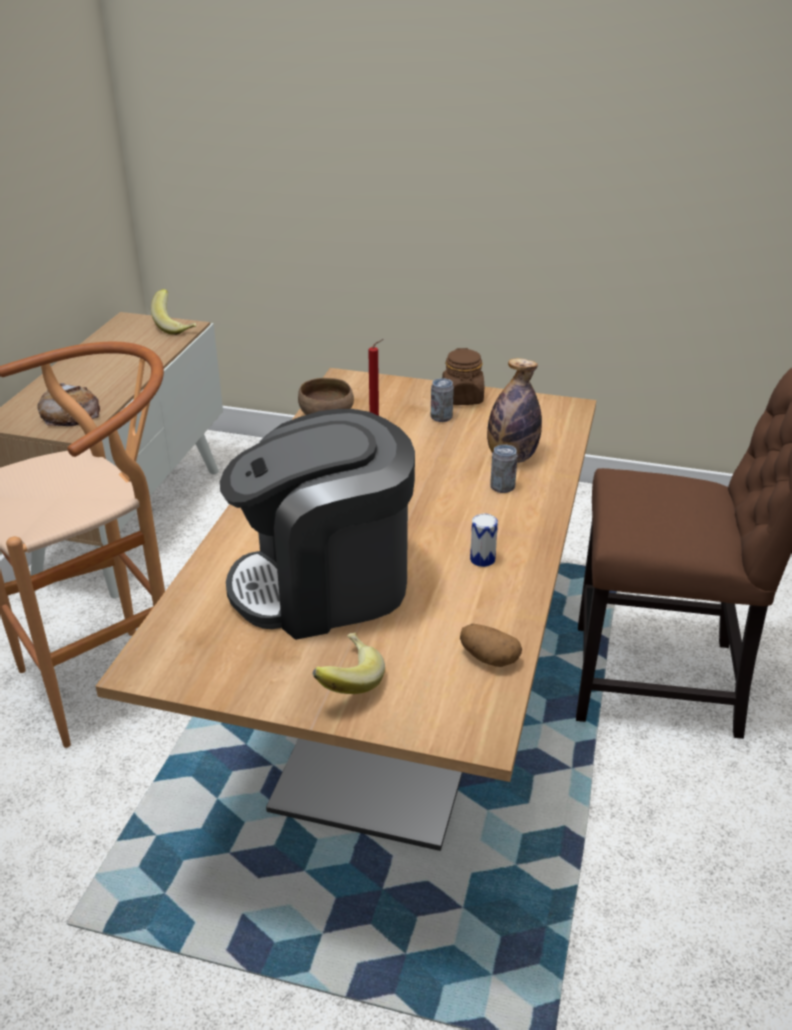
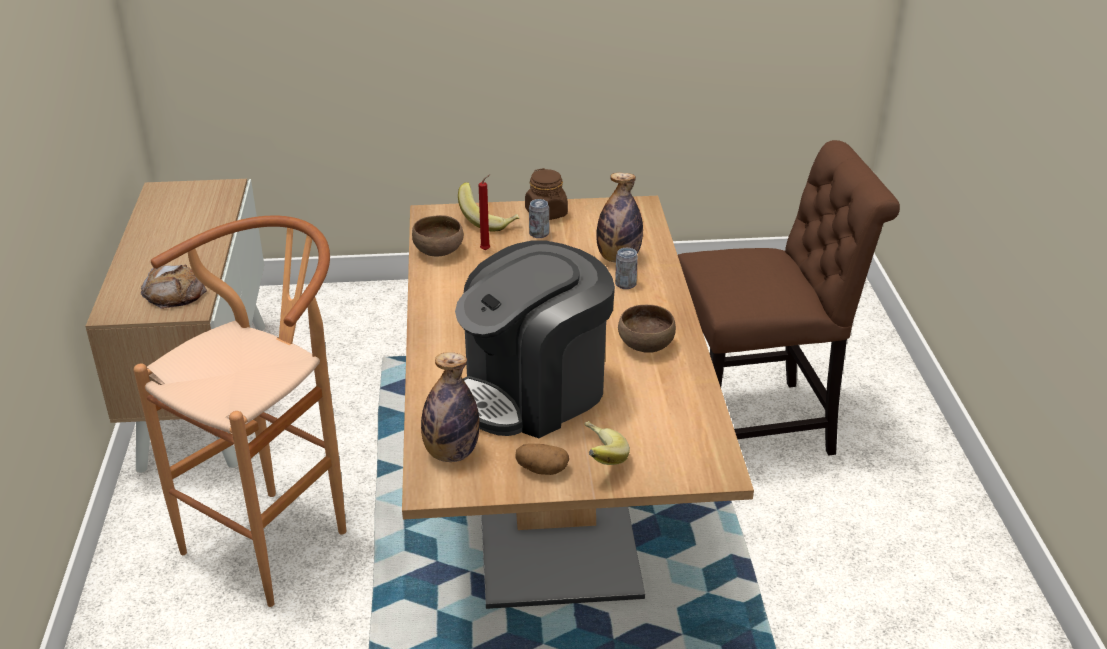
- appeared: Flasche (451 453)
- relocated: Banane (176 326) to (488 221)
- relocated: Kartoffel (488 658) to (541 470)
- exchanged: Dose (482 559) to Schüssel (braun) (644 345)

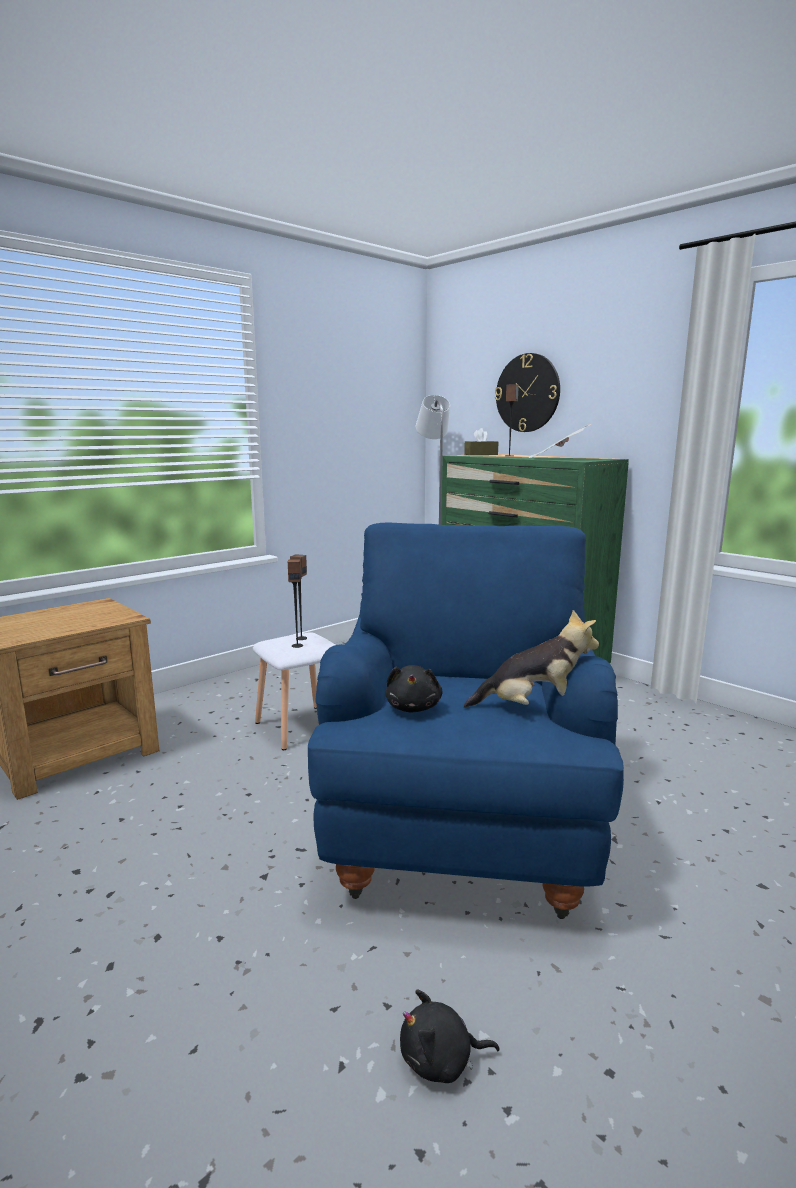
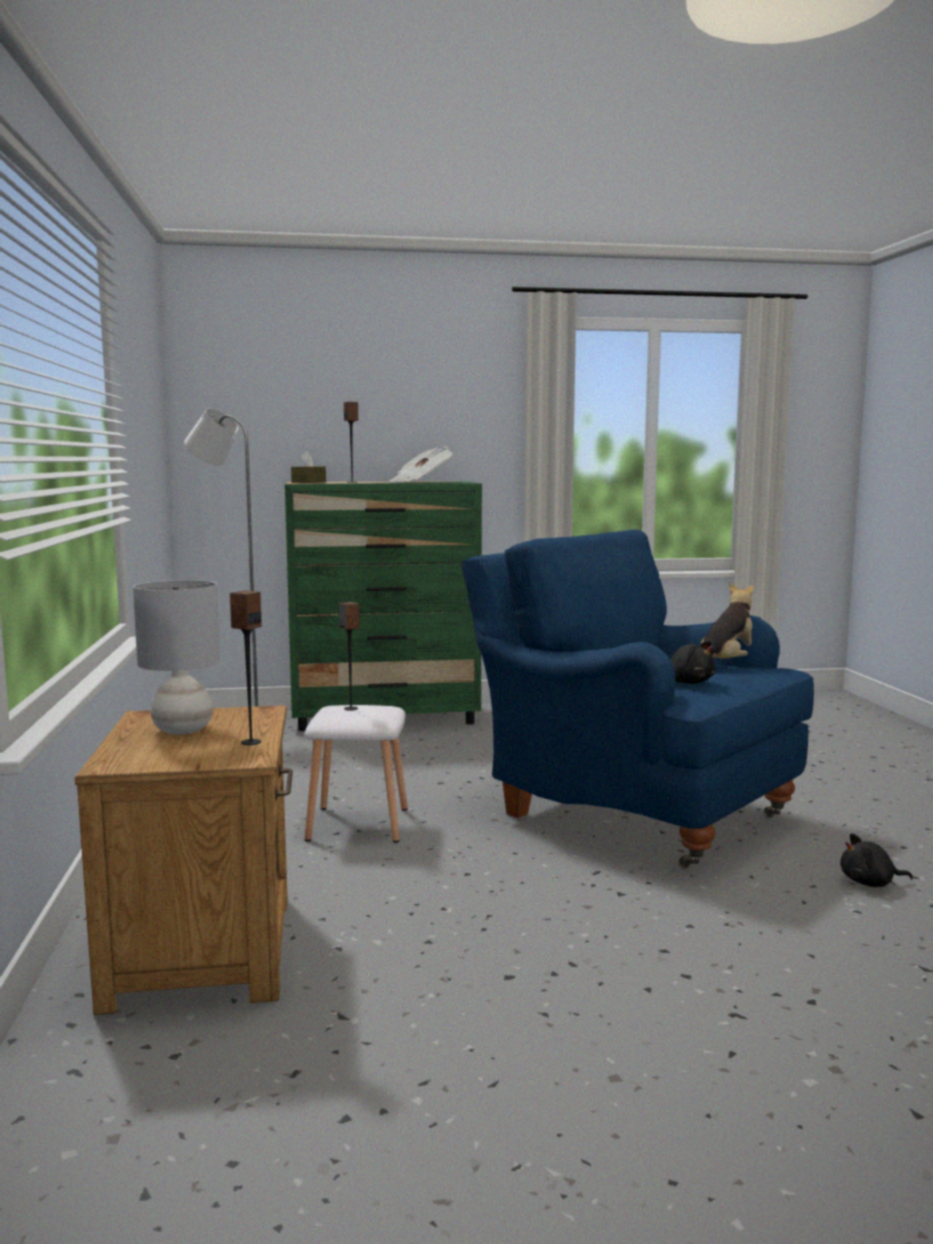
- missing: Wanduhr (527 393)
- appeared: Tischlampe (grau) (182 730)
- relocated: Lautsprecher (297 645) to (250 742)
- spun: Plüschtier (schwarz) (441 1060) = (870 883) 60 degrees clockwise

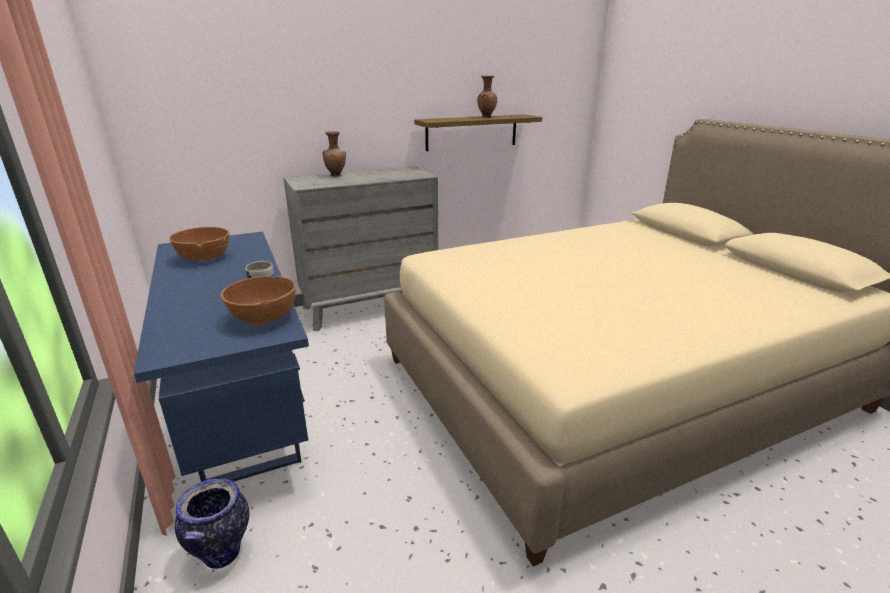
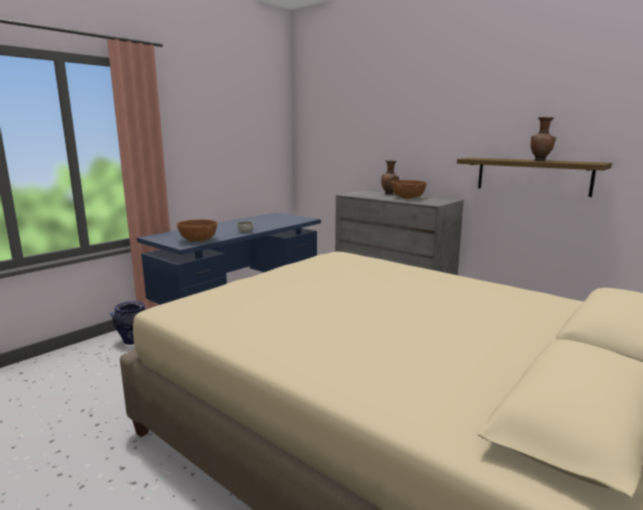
- relocated: Schüssel (braun) (204 258) to (408 198)

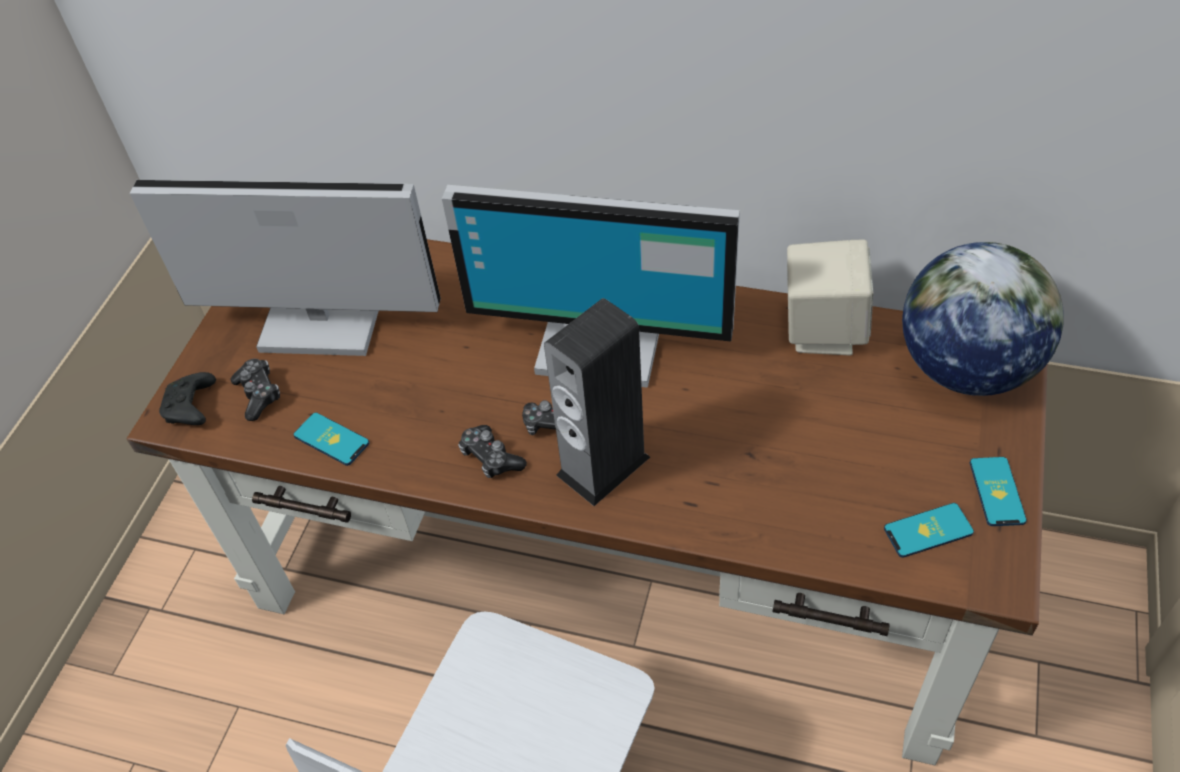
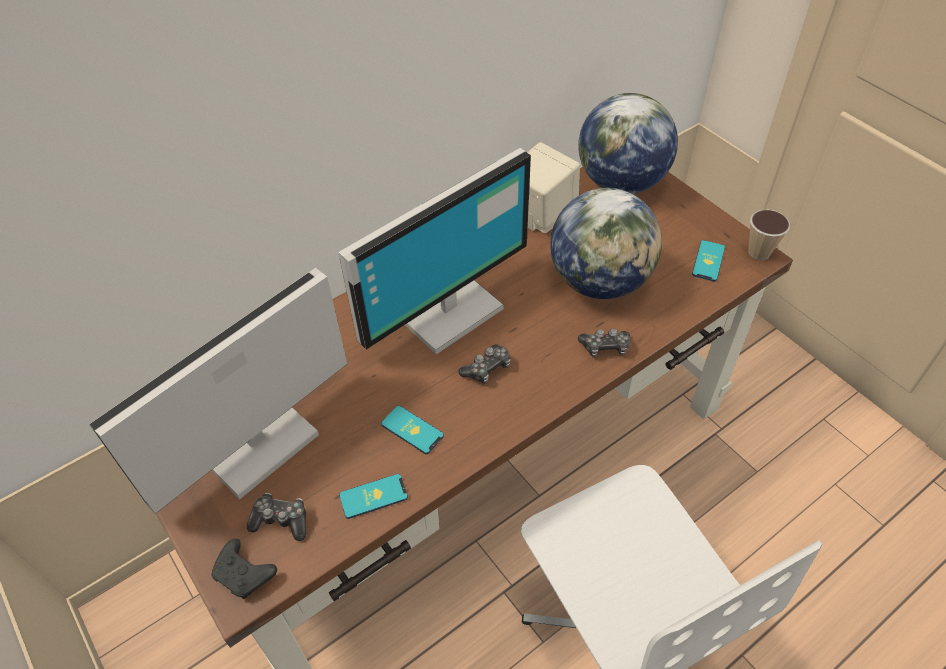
- missing: Lautsprecher (603 466)
- appeared: Globus (600 281)
- appeared: Tasse (759 252)
- relocated: Gamepad (491 458) to (605 347)
- relocated: Handy (997 491) to (412 430)

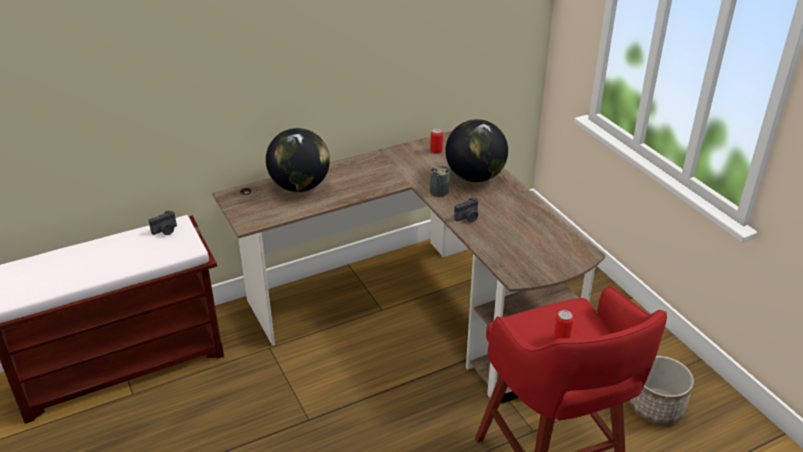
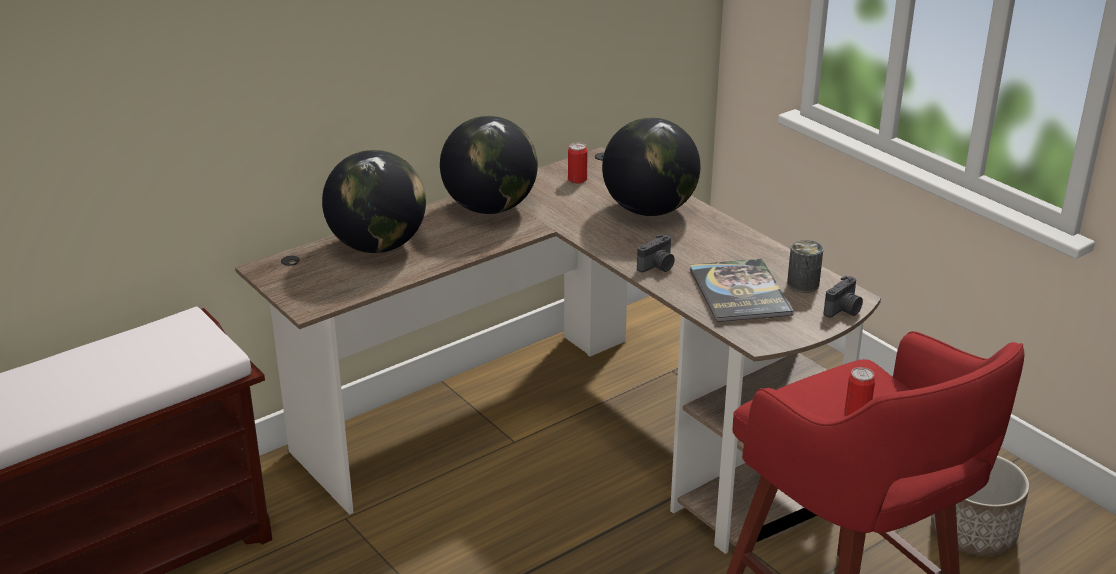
- appeared: Globus (490 208)
- appeared: Buch (739 292)
- relocated: Kamera (165 231) to (844 310)
- relocated: Dose (439 191) to (803 284)

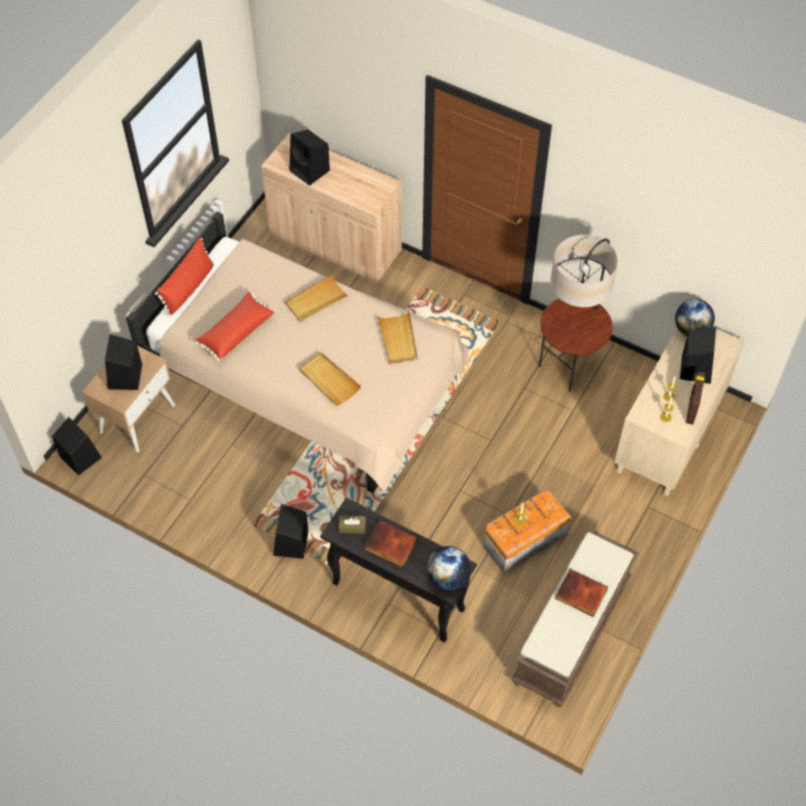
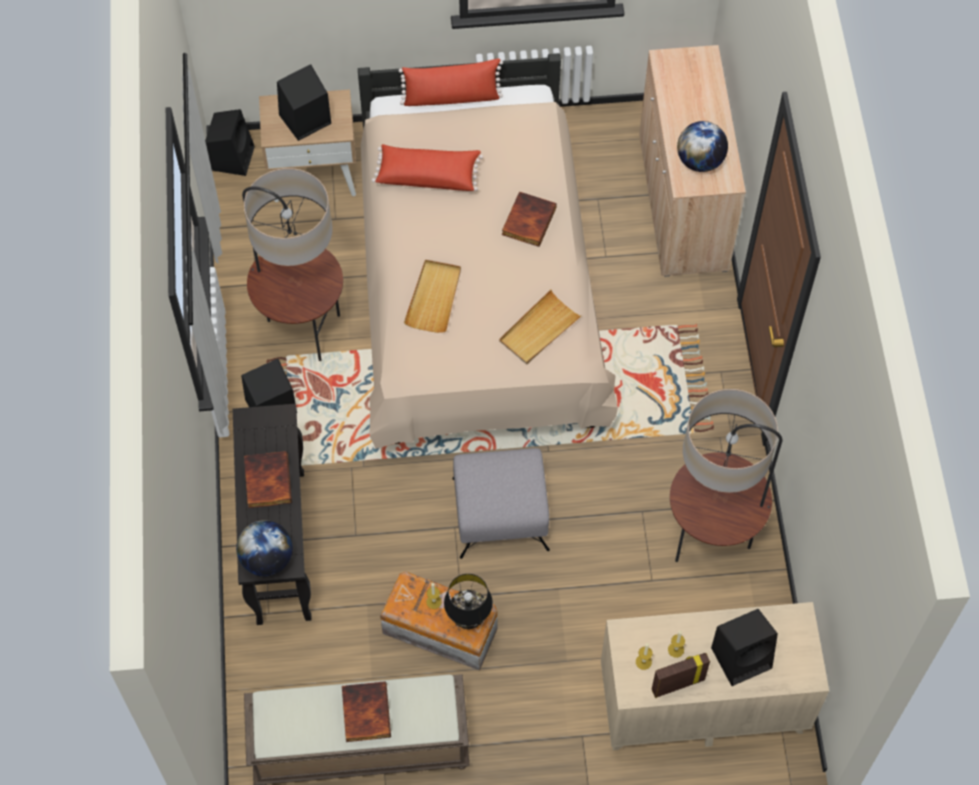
- missing: Lautsprecher (schwarz) (310 171)
- missing: Taschentuchbox (braun) (352 527)
- appeared: Stehlampe (303 330)
- appeared: Tischlampe (schwarz) (468 619)
- appeared: Polsterhocker (grau) (501 514)
- relocated: Globus (691 330) to (700 161)
- exchanged: Tablett (beige) (316 300) to Buch (528 220)

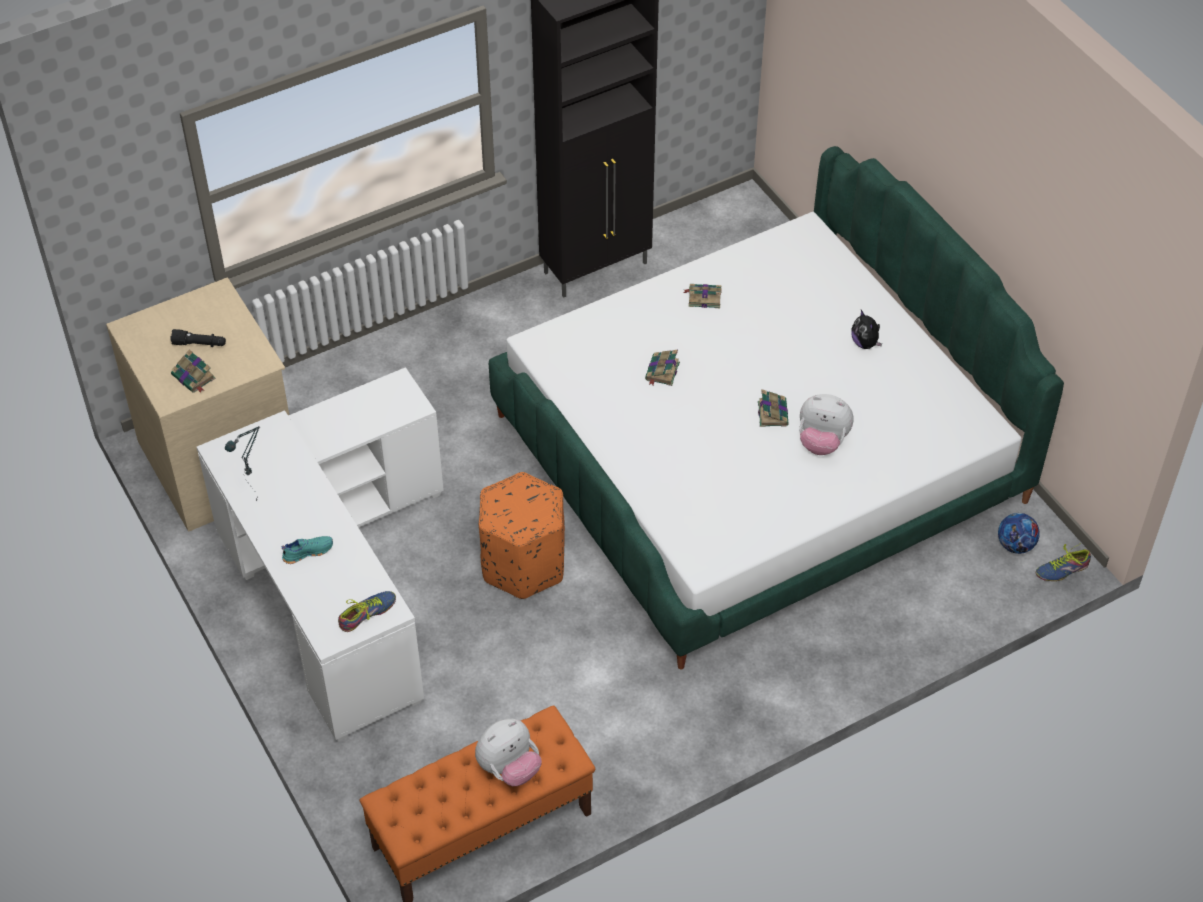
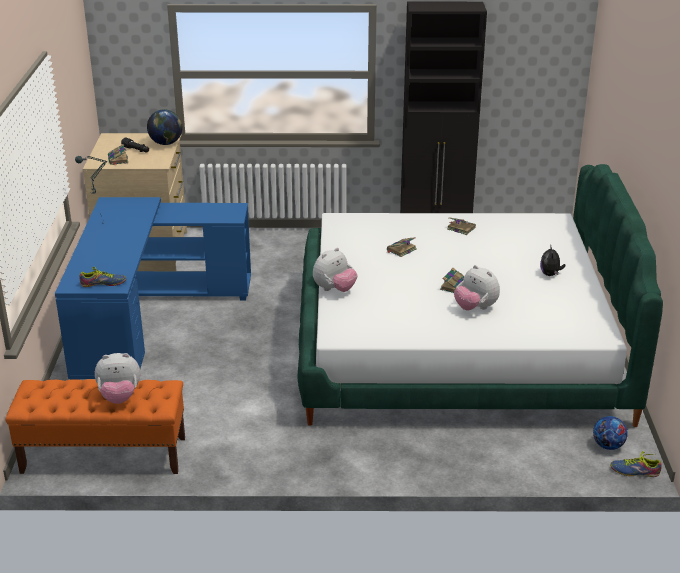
- missing: Schuh (türkis) (307 552)
- missing: Polsterhocker (orange) (524 564)
- appeared: Globus (166 143)
- appeared: Plüschtier (334 289)
- colour: Schreibtisch (weiß) (332 583) to Schreibtisch (blau) (146 316)

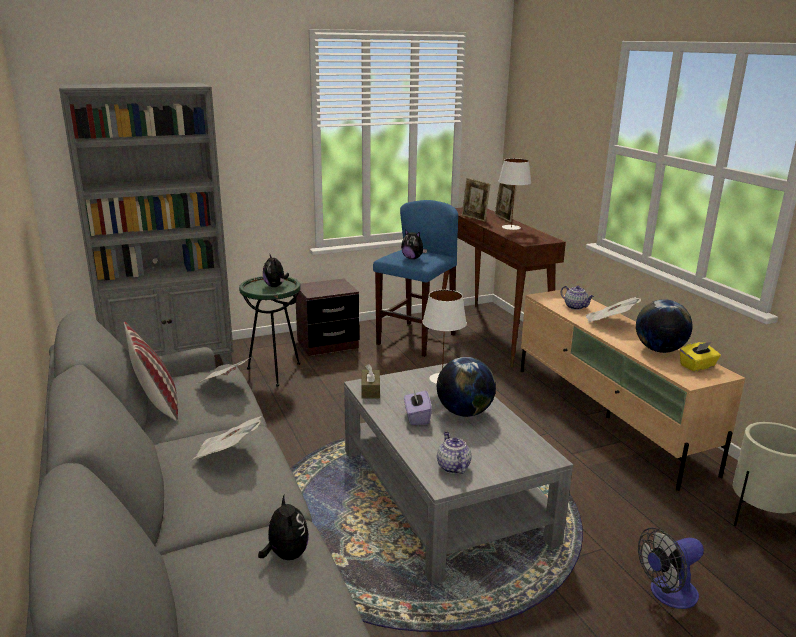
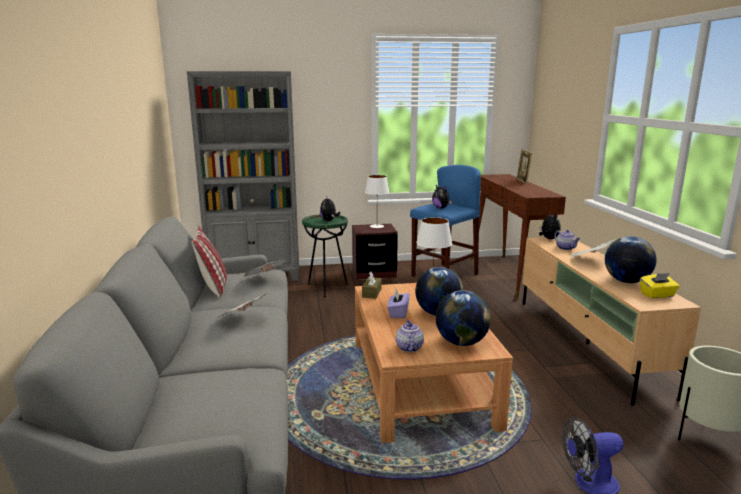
- missing: Bilderrahmen (474 218)
- appeared: Globus (461 343)
- relocated: Plüschtier (286 554) to (548 239)
- relocated: Tischlampe (weiß) (511 227) to (377 226)
- colour: Couchtisch (grau) (442 493) to Couchtisch (braun) (419 381)

